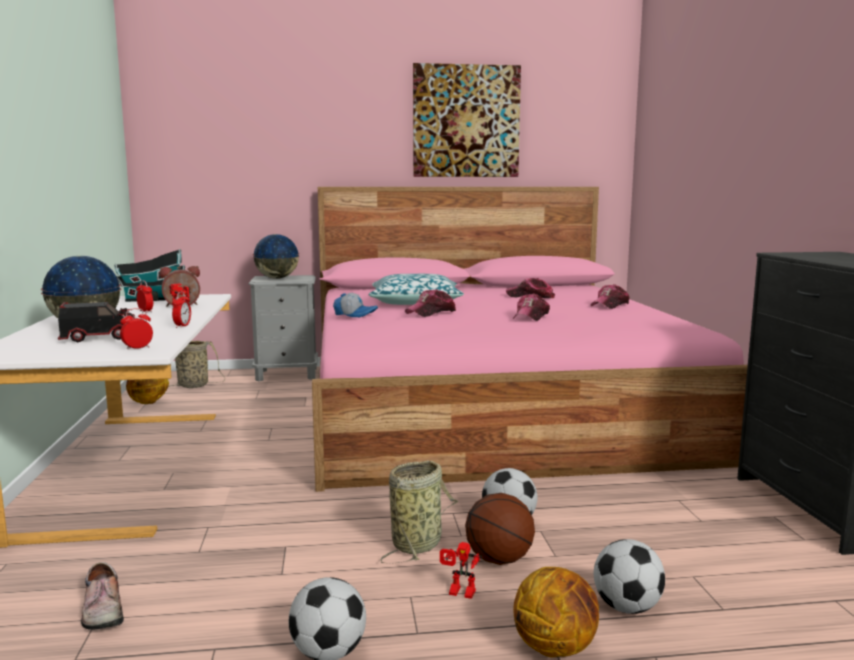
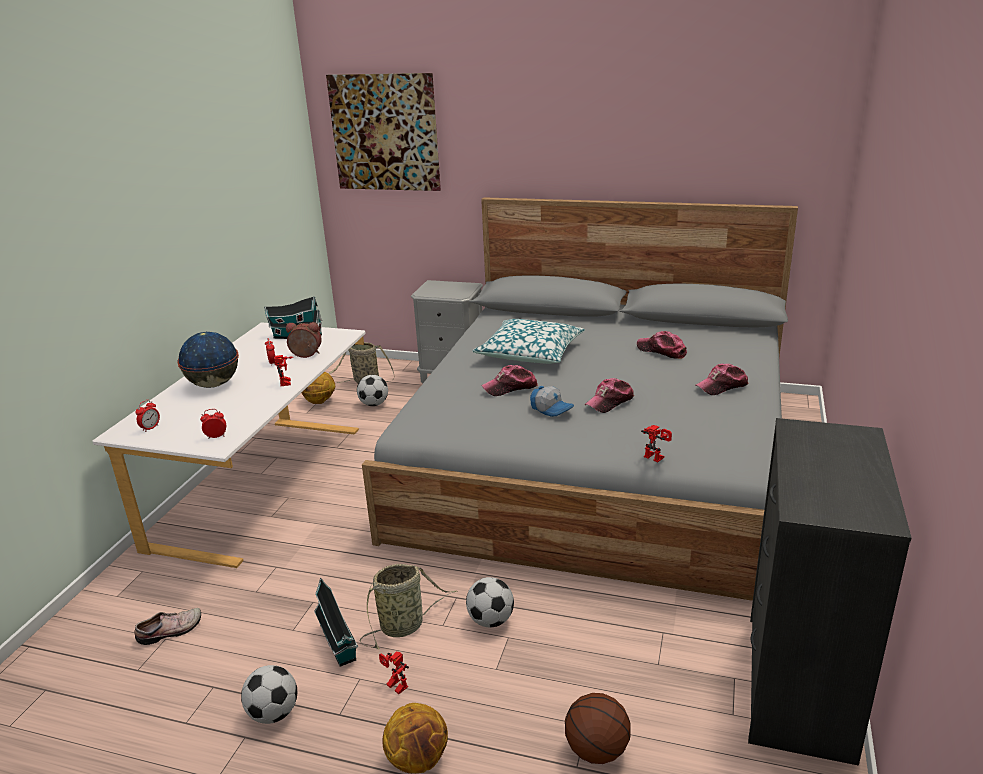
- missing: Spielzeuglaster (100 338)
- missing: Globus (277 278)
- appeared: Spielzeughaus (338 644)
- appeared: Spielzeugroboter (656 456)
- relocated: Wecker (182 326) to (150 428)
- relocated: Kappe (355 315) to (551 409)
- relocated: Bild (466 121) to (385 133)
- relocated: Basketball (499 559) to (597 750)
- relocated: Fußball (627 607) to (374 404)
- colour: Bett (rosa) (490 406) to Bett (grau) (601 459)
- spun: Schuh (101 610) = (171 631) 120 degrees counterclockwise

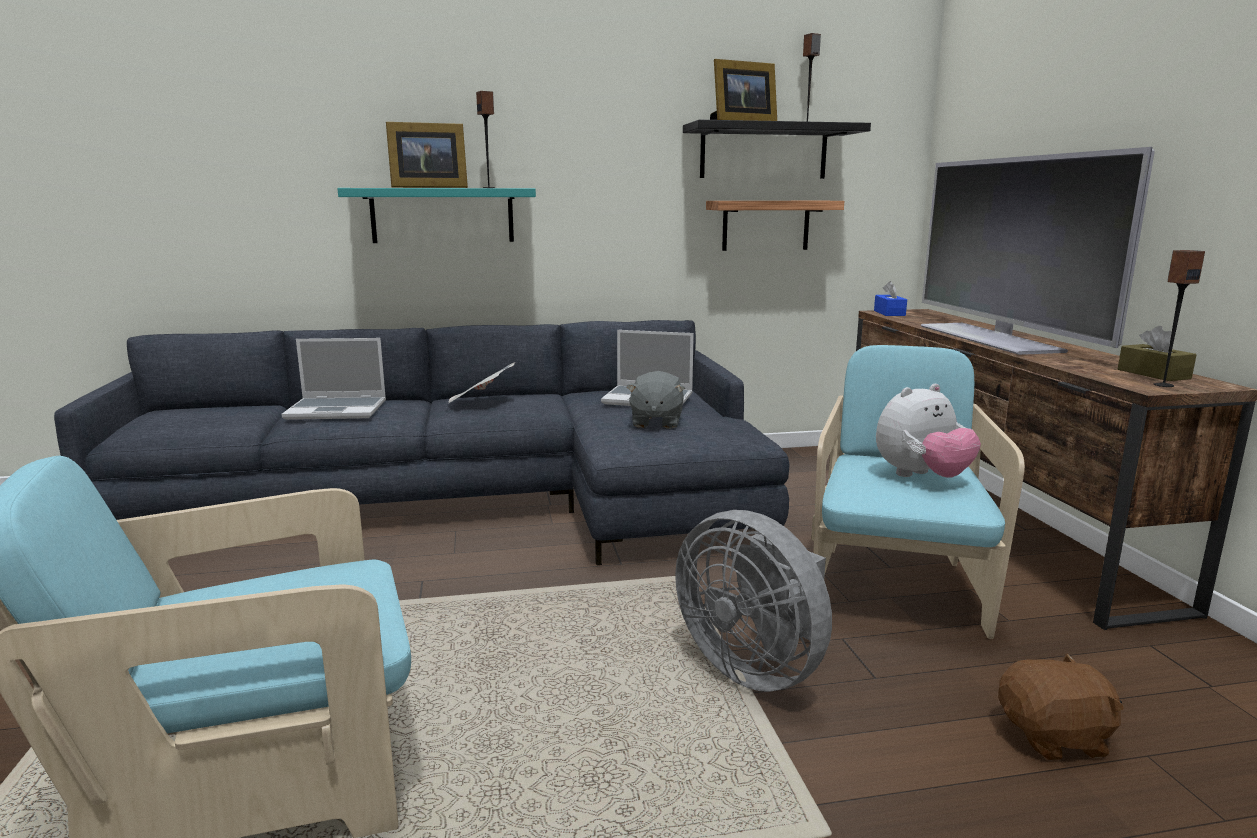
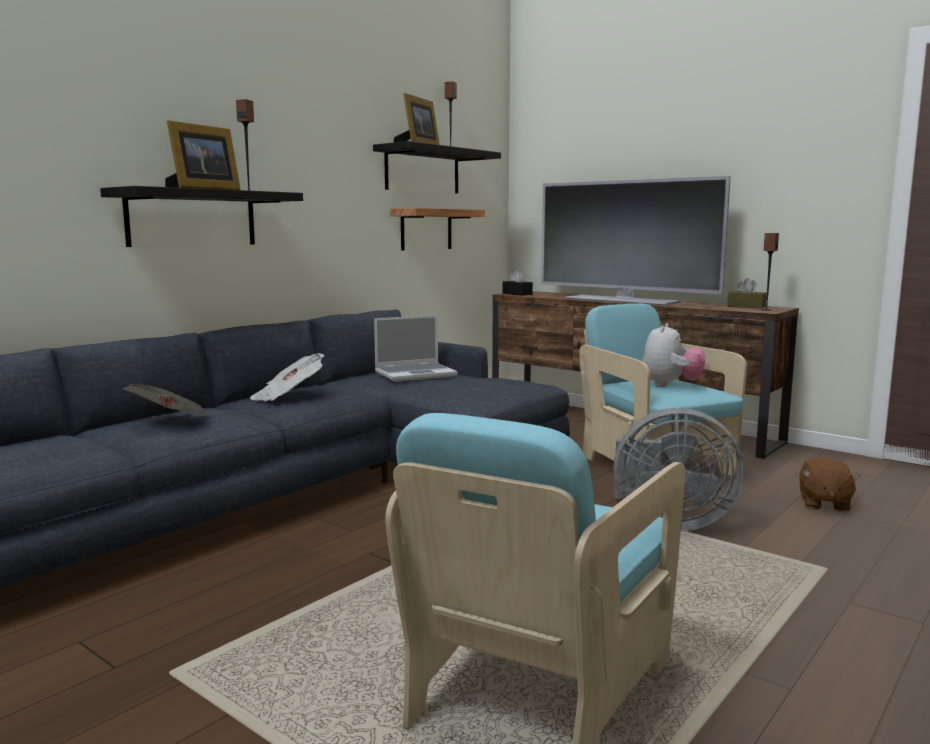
- missing: Plüschtier (grau) (655 422)
- exchanged: Laptop (338 410) to Zeitung (172 422)
- colour: Wandregal (türkis) (442 215) to Wandregal (schwarz) (192 218)
- colour: Taschentuchbox (blau) (889 313) to Taschentuchbox (schwarz) (517 294)
- spun: Plüschtier (braun) (1055 737) = (823 504) 150 degrees clockwise

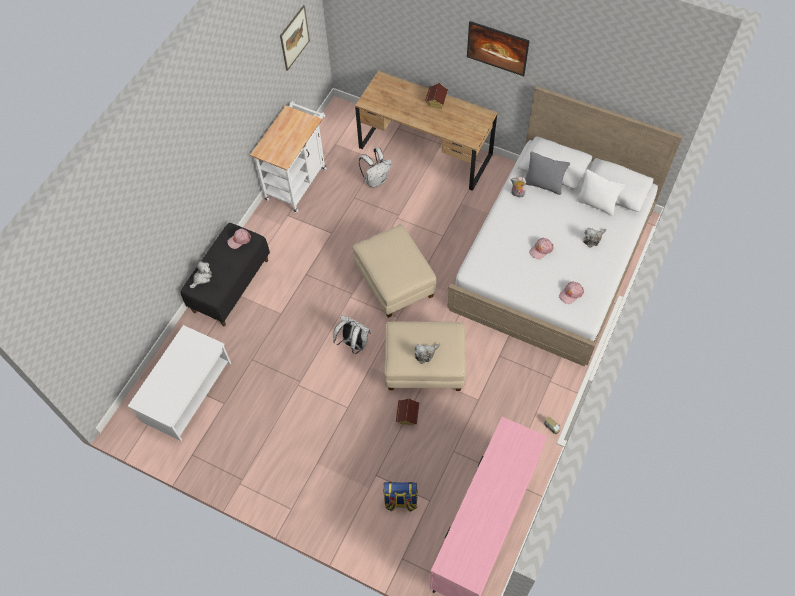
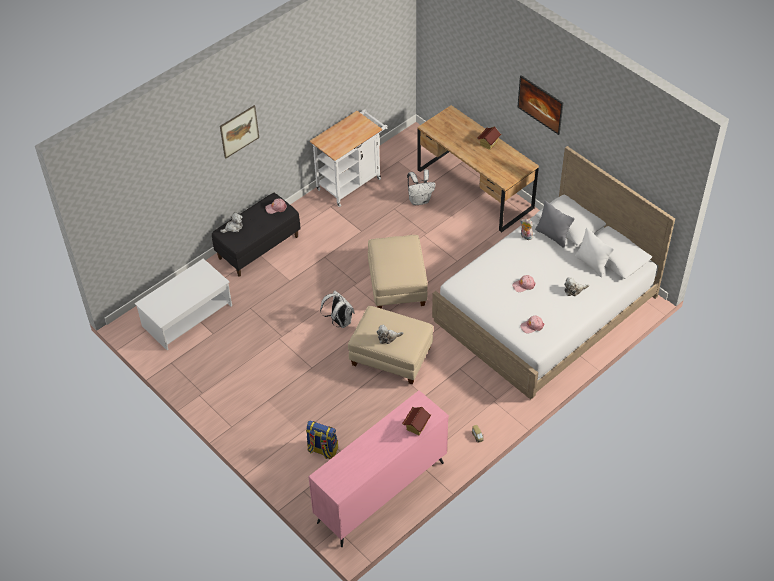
- relocated: Bild (294 38) to (239 131)
- relocated: Spielzeughaus (407 416) to (416 426)

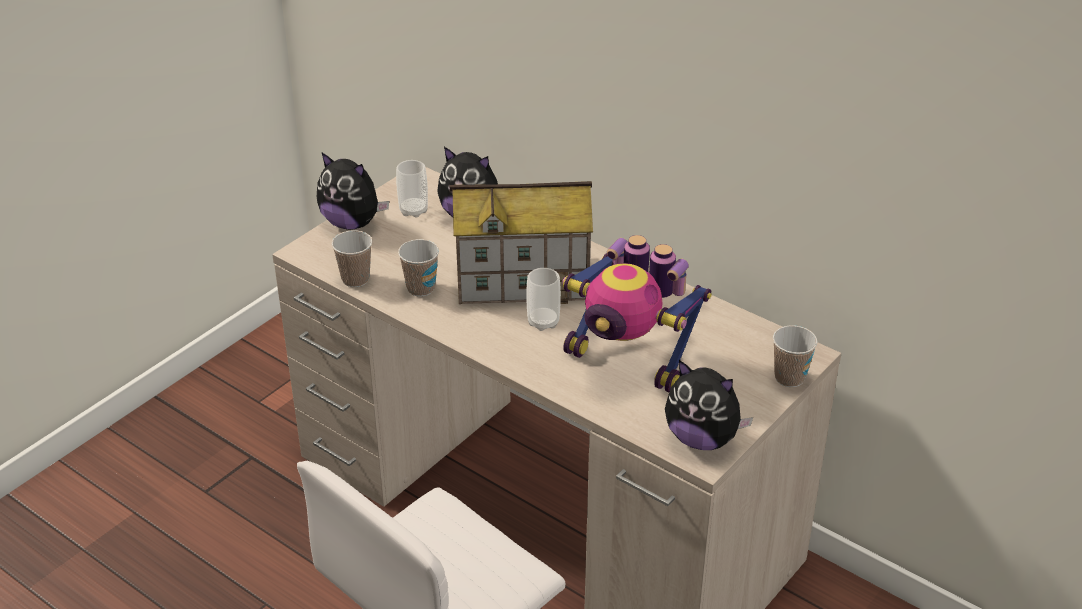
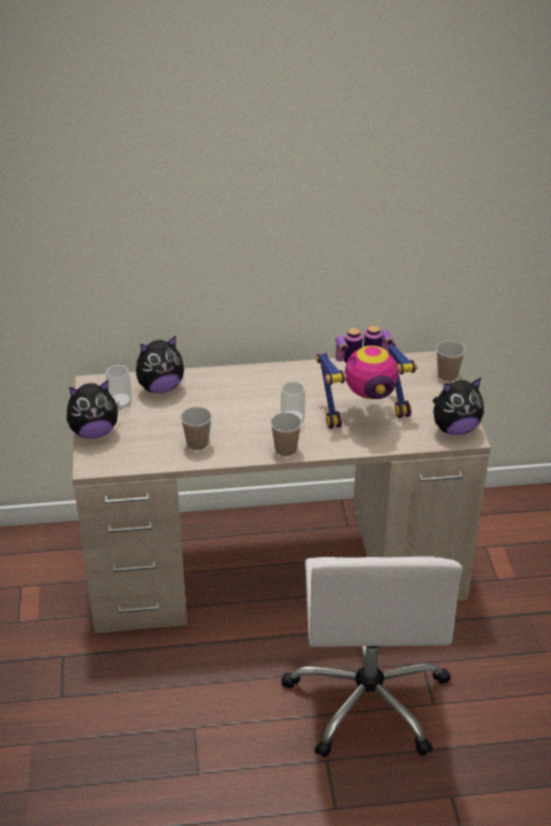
- missing: Spielzeughaus (523 278)
- relocated: Tasse (355 279) to (285 450)

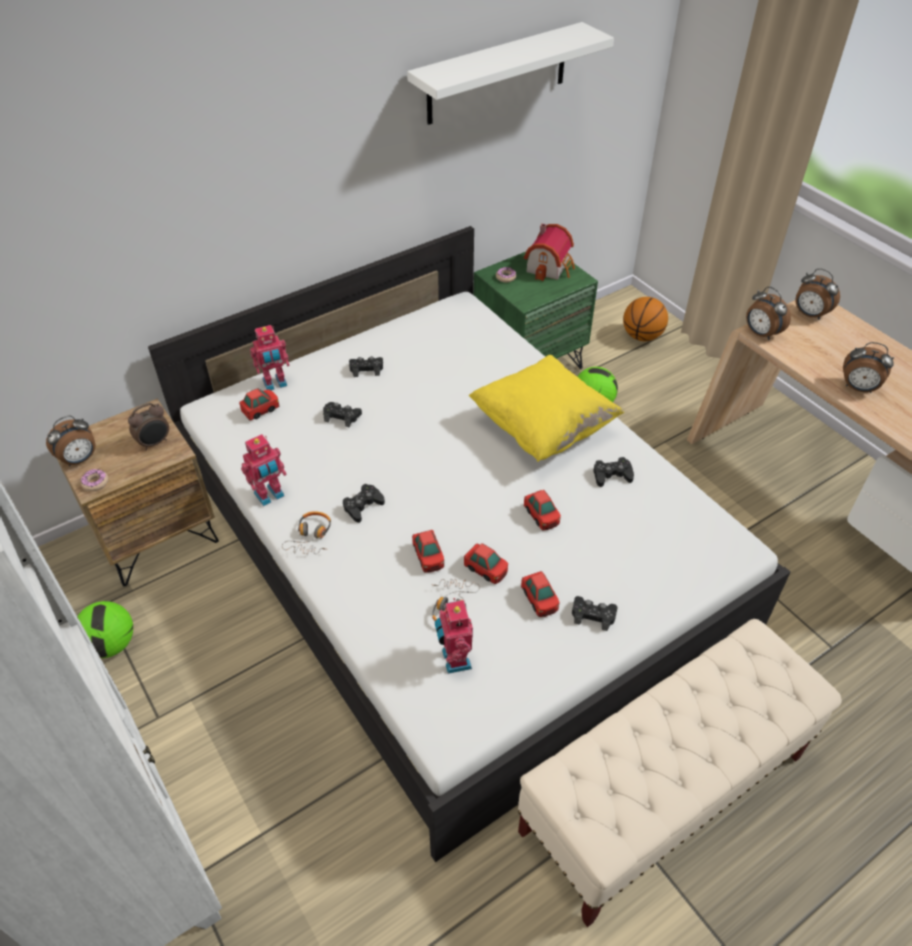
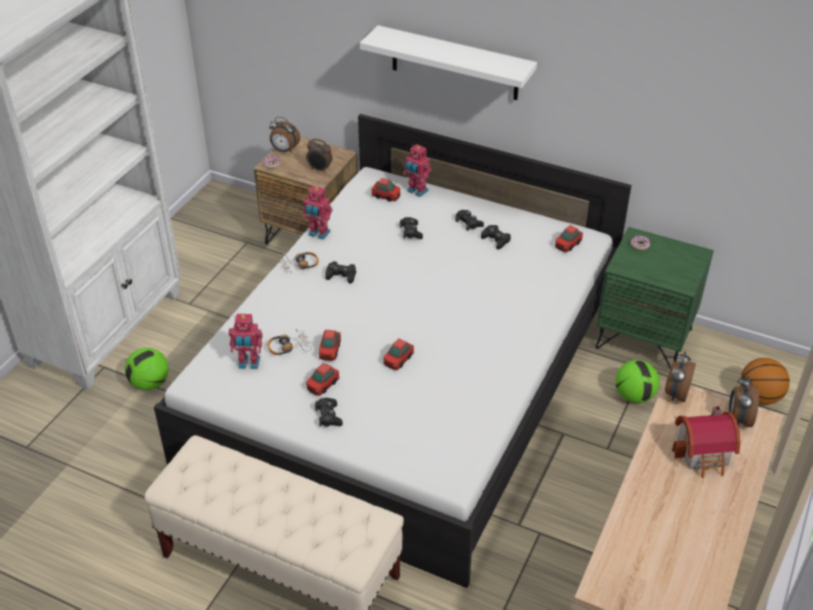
- missing: Kissen (gelb) (542 428)
- missing: Wecker (858 388)
- relocated: Fußball (111 644) to (150 383)
- relocated: Wandregal (weiß) (497 74) to (454 63)
- relocated: Spielzeugauto (428 557) to (567 245)
- relocated: Spielzeughaus (550 267) to (705 454)
- relocated: Gamepad (schwarz) (612 475) to (496 240)
- spun: Spielzeugroboter (454 660) = (249 364) 135 degrees counterclockwise

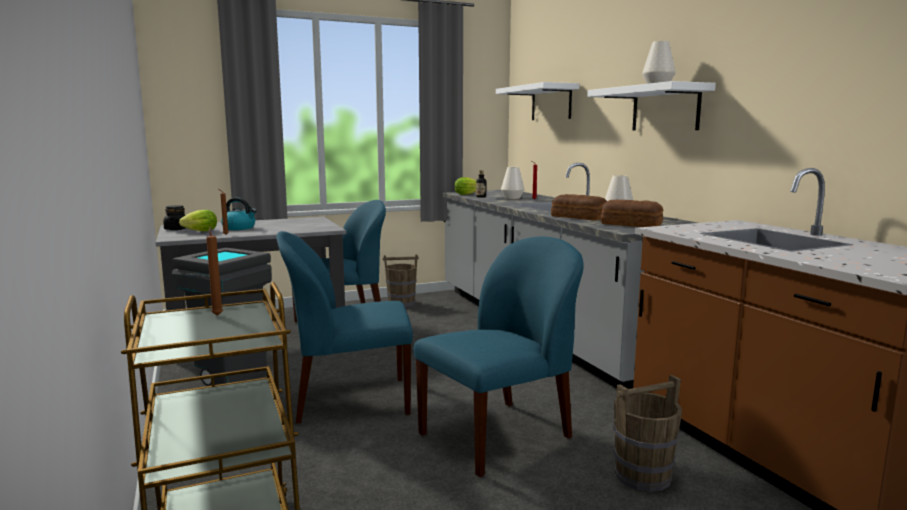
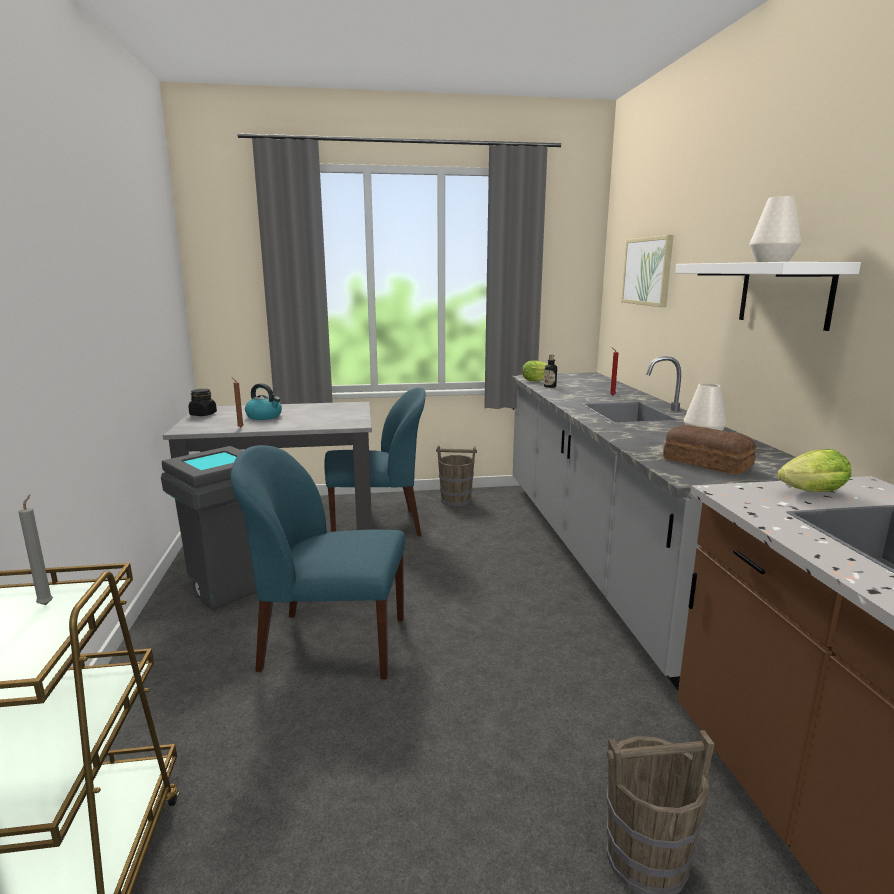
- missing: Stuhl (blau) (498 435)
- missing: Vase (weiß) (512 198)
- missing: Brot (579 217)
- relocated: Salatkopf (198 231) to (808 493)
- exchanged: Wandregal (weiß) (551 103) to Bild (647 271)
- colour: Kerze (braun) (217 315) to Kerze (grau) (47 603)

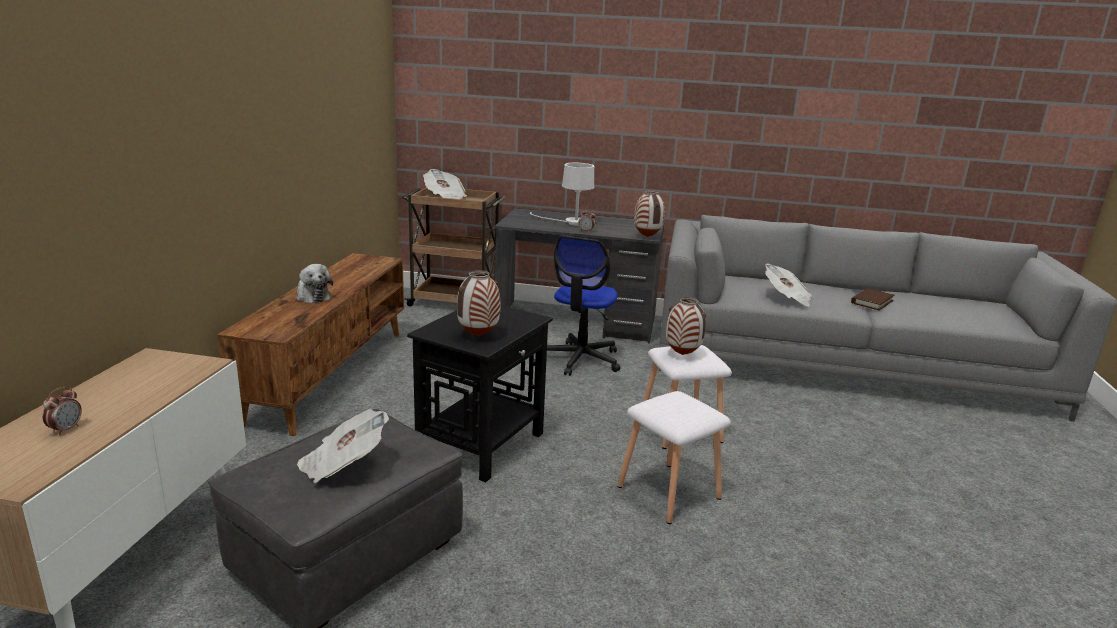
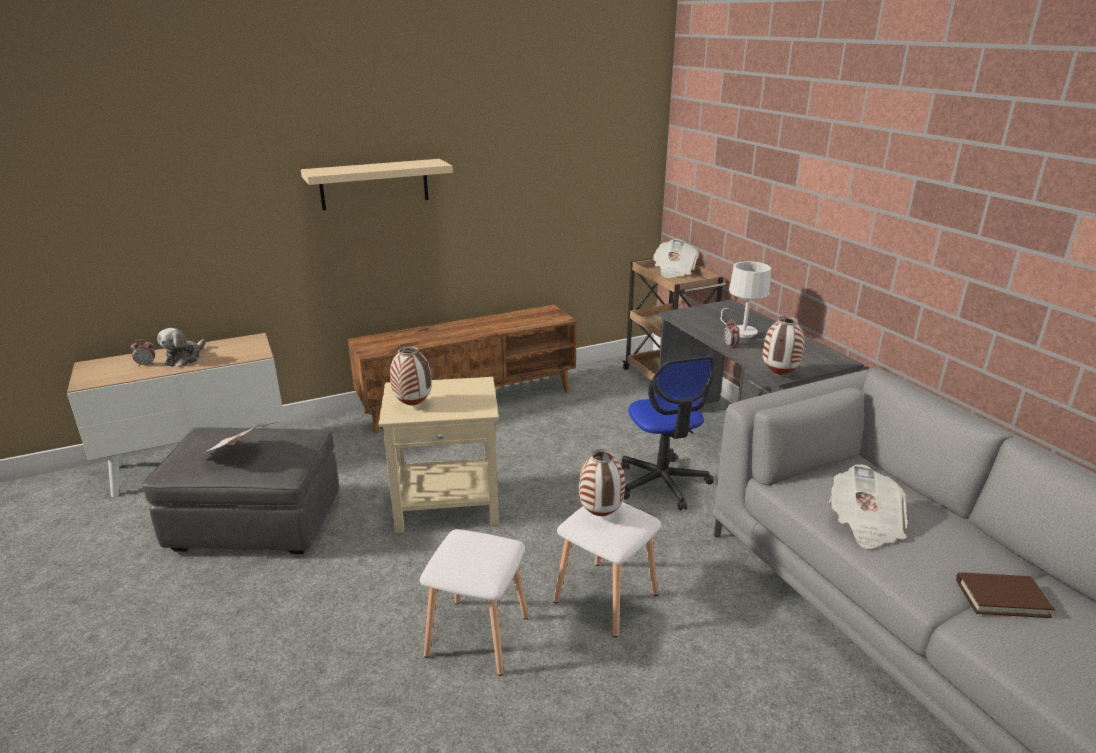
- appeared: Wandregal (beige) (374 184)
- relocated: Plüschtier (312 296) to (184 358)
- colour: Beistelltisch (schwarz) (482 443) to Beistelltisch (beige) (448 505)
- spun: Bürostuhl (580 359) = (662 483) 90 degrees counterclockwise

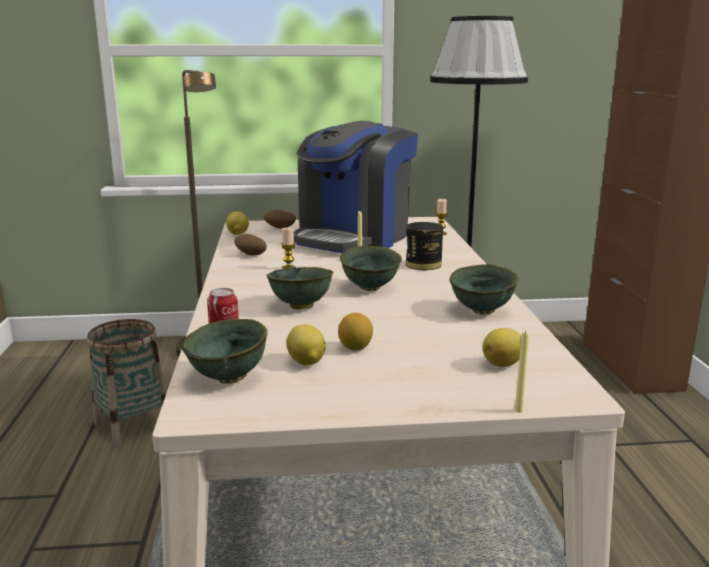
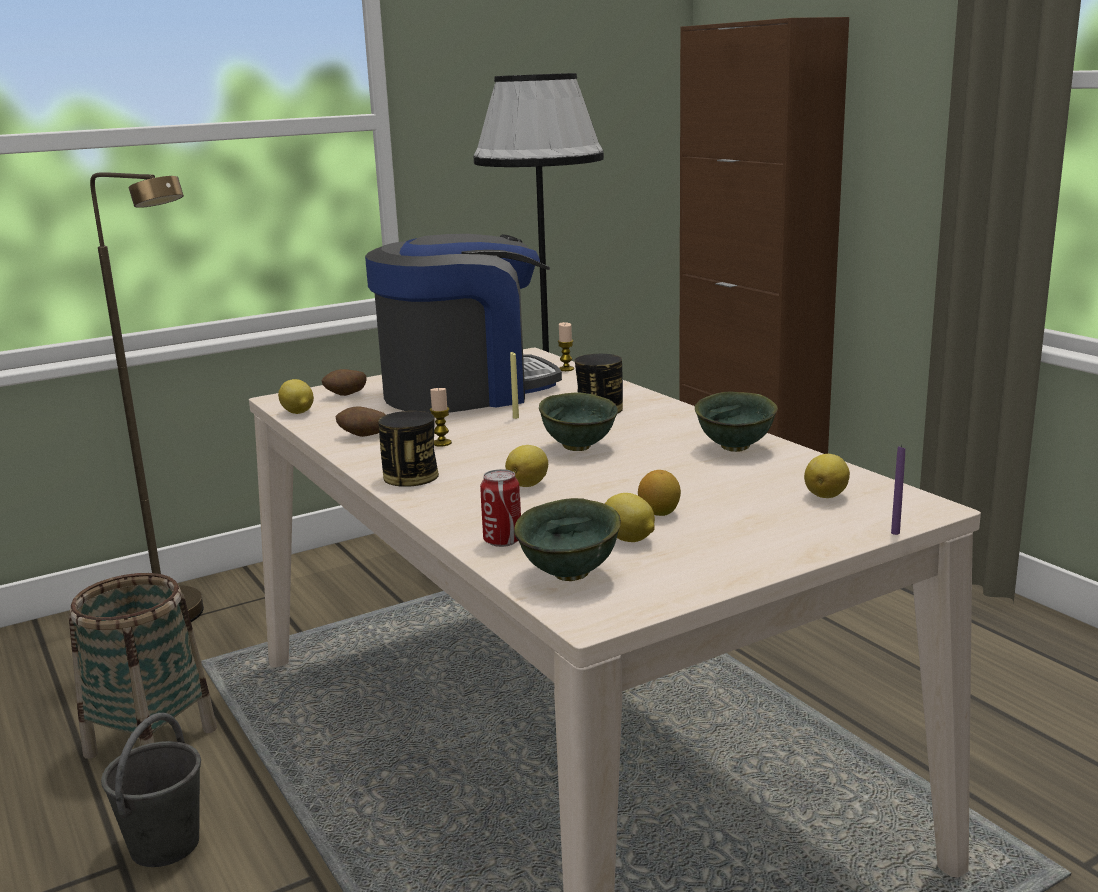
- appeared: Eimer (grau) (165 844)
- appeared: Dose (410 476)
- exchanged: Schüssel (grün) (300 307) to Zitrone (528 484)
- colour: Kerze (gelb) (518 410) to Kerze (lila) (895 533)
- spun: Kaffeemaschine (354 237) = (465 391) 120 degrees counterclockwise

